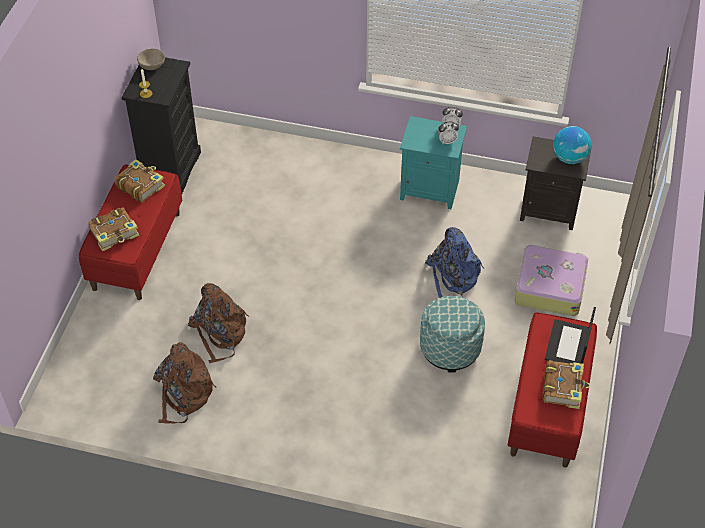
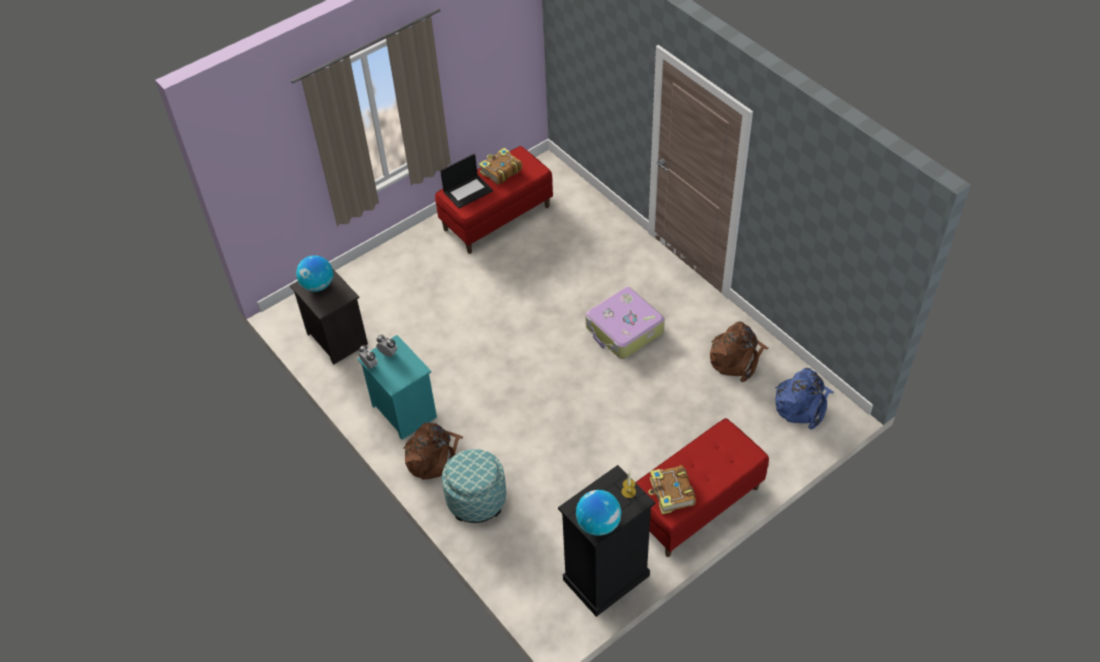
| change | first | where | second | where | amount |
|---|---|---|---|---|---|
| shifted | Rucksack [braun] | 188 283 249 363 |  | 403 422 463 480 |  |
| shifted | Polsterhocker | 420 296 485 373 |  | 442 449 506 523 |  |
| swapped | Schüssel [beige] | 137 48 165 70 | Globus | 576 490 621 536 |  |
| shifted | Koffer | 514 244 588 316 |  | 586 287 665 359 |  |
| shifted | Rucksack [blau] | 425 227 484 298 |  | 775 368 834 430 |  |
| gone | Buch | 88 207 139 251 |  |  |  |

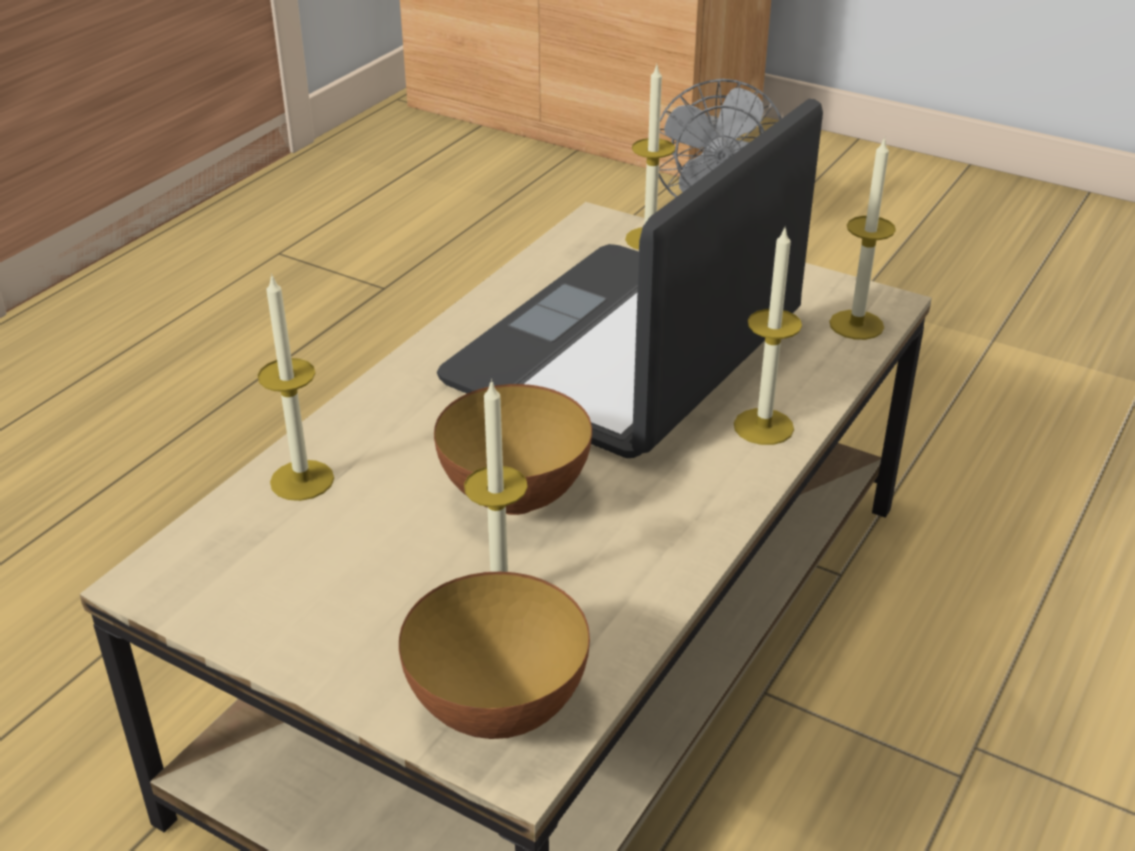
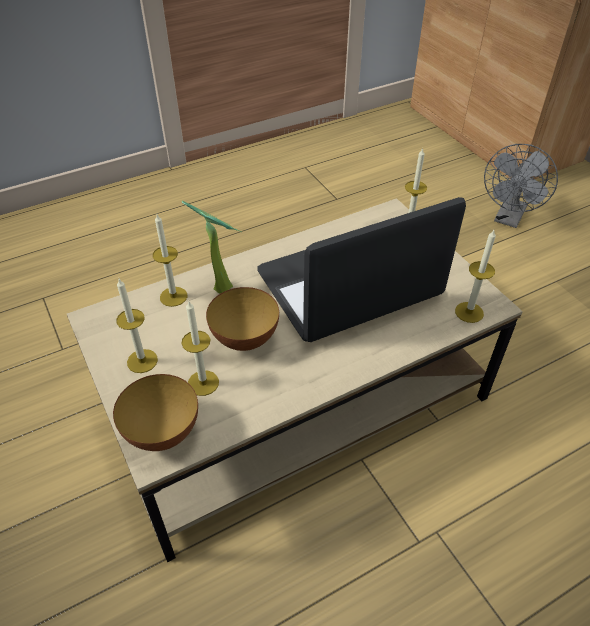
| change | first | where | second | where | amount |
|---|---|---|---|---|---|
| shifted | Kerze | 734 228 802 445 |  | 116 279 158 373 |  |
| new |  |  | Topfpflanze | 181 201 241 294 |  |

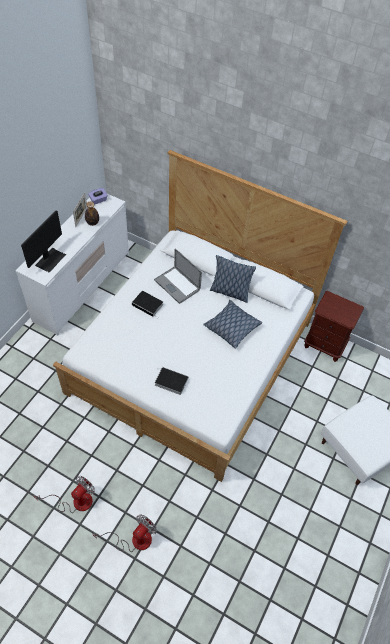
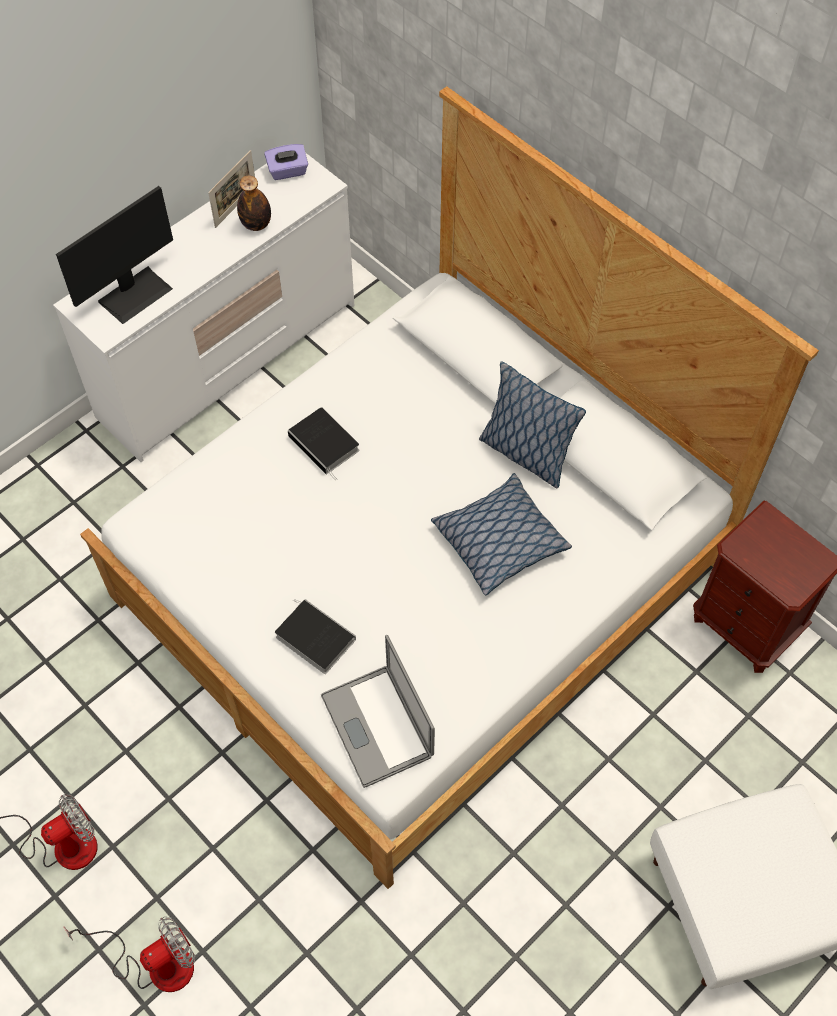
| change | first | where | second | where | amount |
|---|---|---|---|---|---|
| shifted | Laptop | 154 248 202 304 |  | 321 635 435 788 |  |

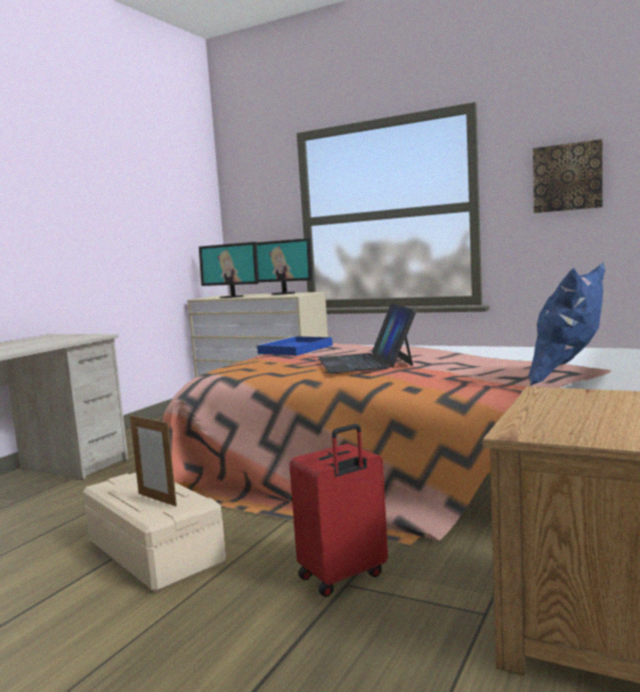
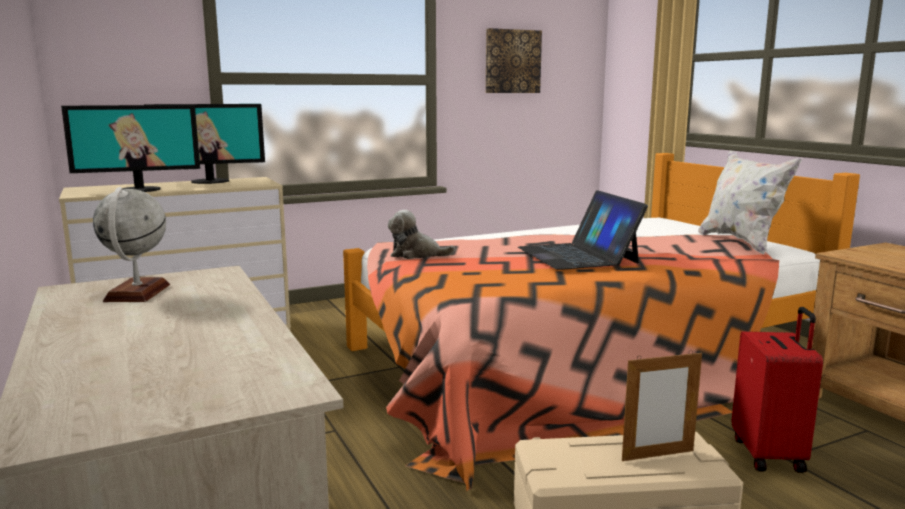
| change | first | where | second | where | amount |
|---|---|---|---|---|---|
| new |  |  | Globus | 93 187 170 302 |  |
| swapped | Tablett [blau] | 256 336 333 356 | Plüschtier | 388 210 455 259 |  |
| rotated | Laptop | 318 303 416 373 |  | 518 190 648 270 | 45 degrees clockwise |
| repainted | Kissen [blau] | 529 263 605 386 | Kissen [weiß] | 698 150 802 254 |  |

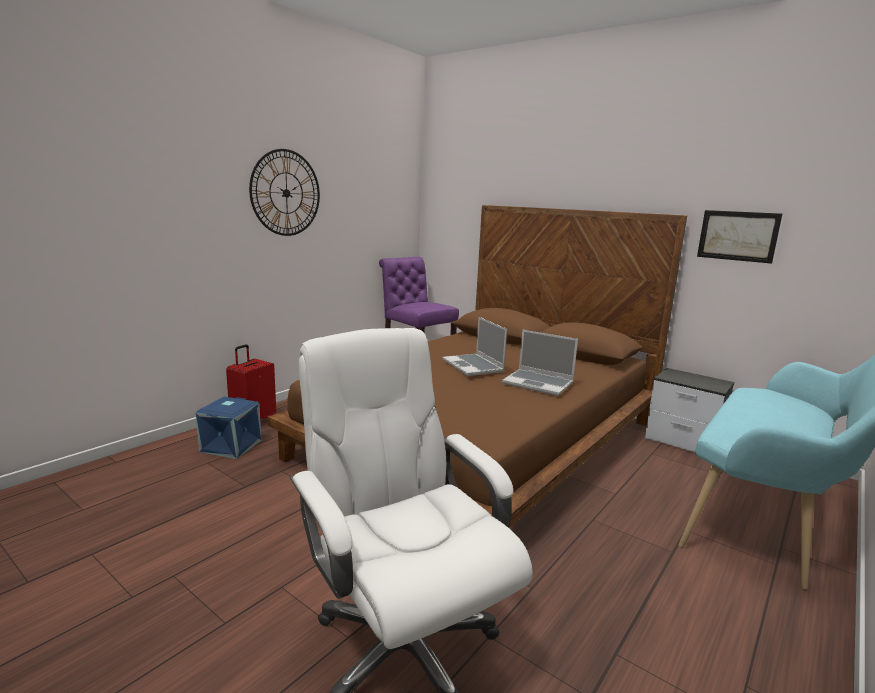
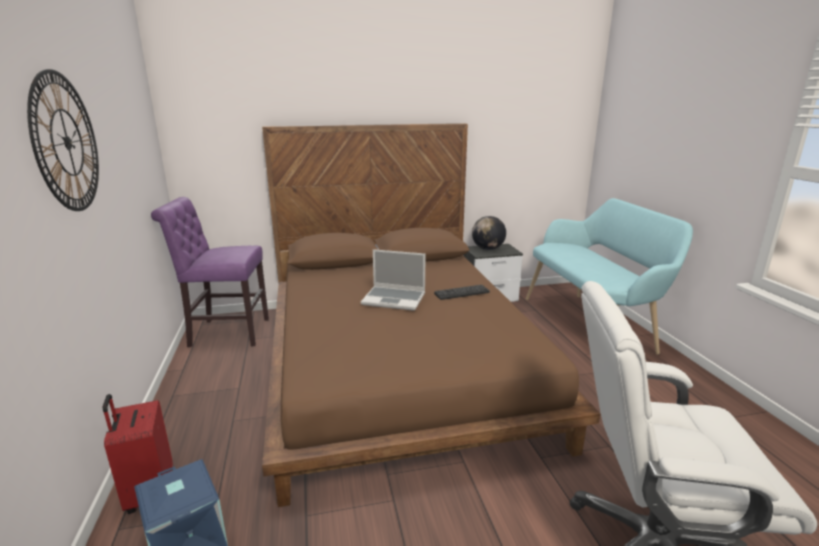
| change | first | where | second | where | amount |
|---|---|---|---|---|---|
| swapped | Laptop | 502 330 578 396 | Tastatur | 434 284 490 300 |  |
| new |  |  | Globus | 472 216 506 250 |  |
| gone | Bild | 697 210 782 264 |  |  |  |

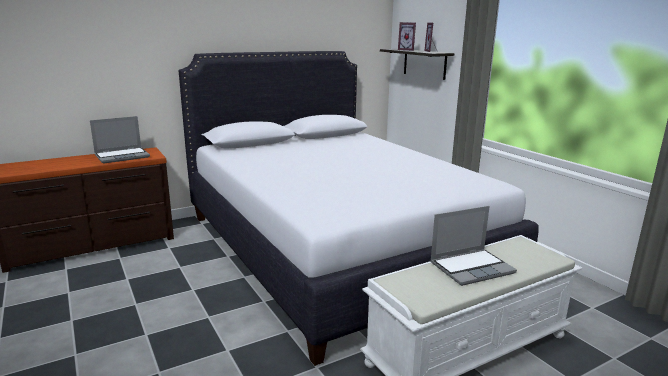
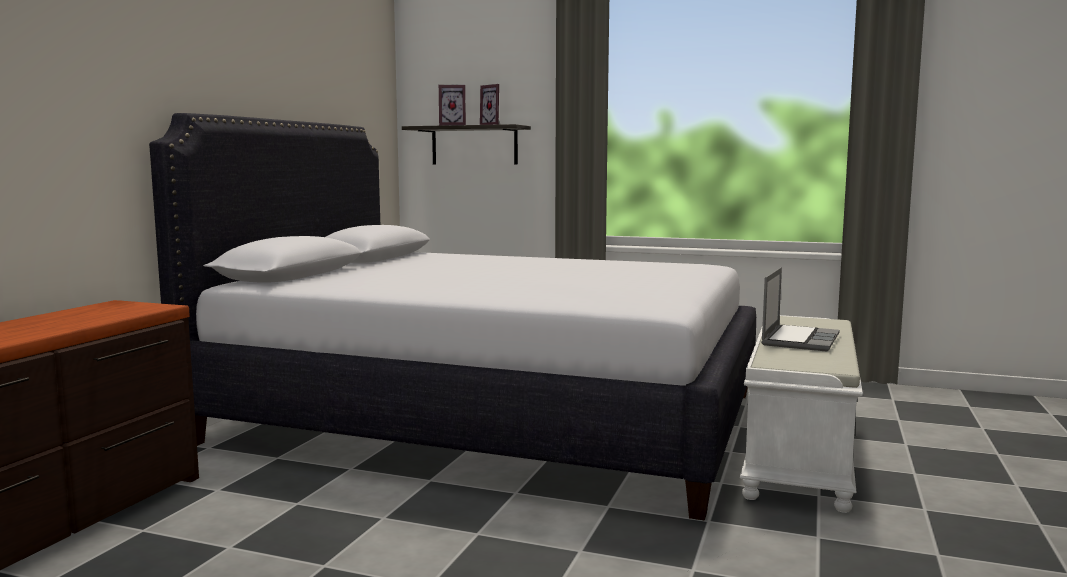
| change | first | where | second | where | amount |
|---|---|---|---|---|---|
| gone | Laptop | 90 116 150 164 |  |  |  |

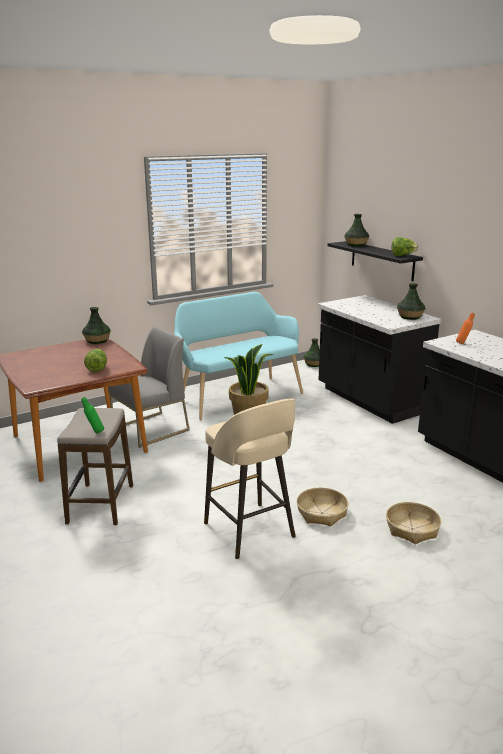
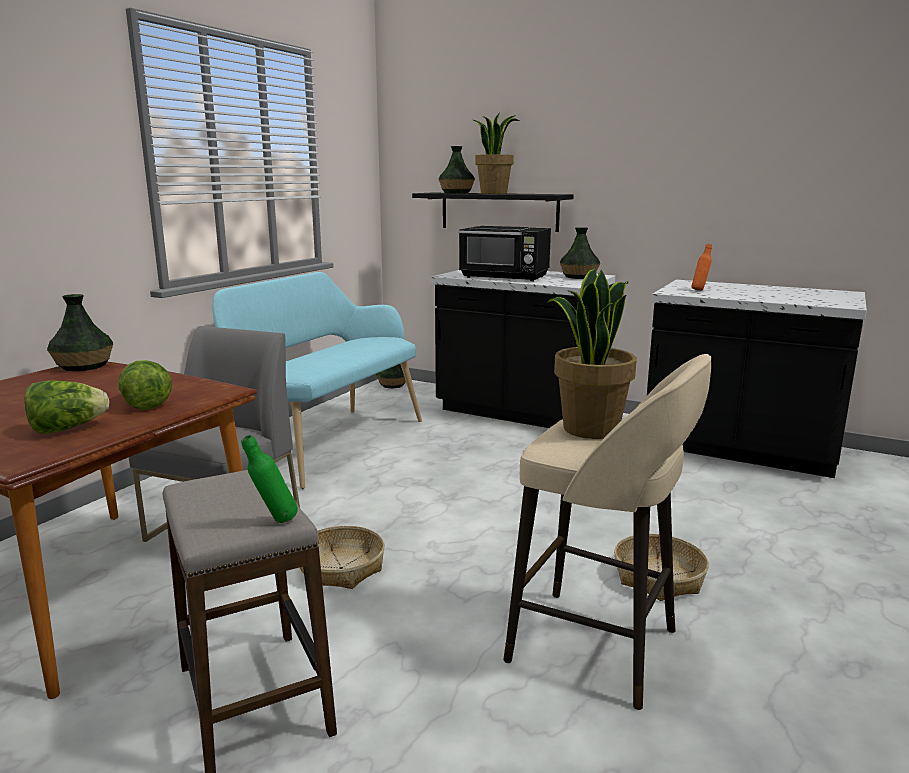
| change | first | where | second | where | amount |
|---|---|---|---|---|---|
| shifted | Salatkopf | 392 237 418 256 |  | 25 380 109 434 |  |
| shifted | Korb | 386 502 441 544 |  | 299 526 385 589 |  |
| new |  |  | Mikrowelle [schwarz] | 459 226 551 281 |  |
| new |  |  | Topfpflanze | 473 113 520 194 |  |

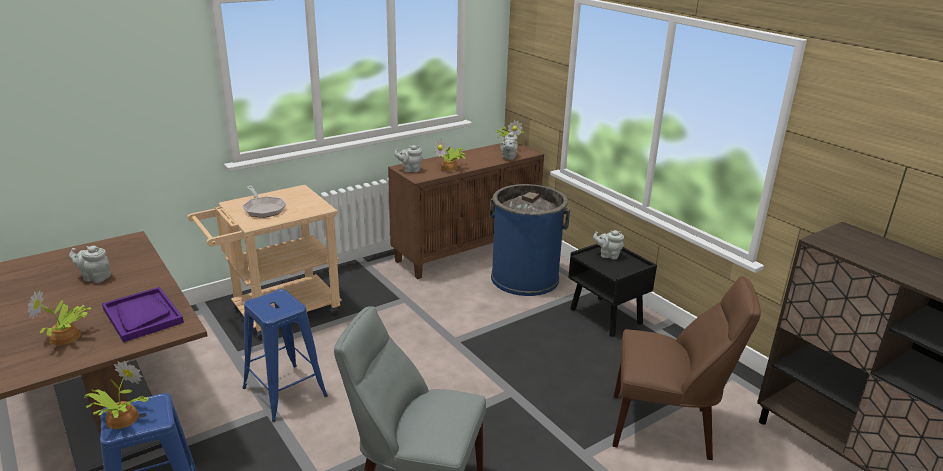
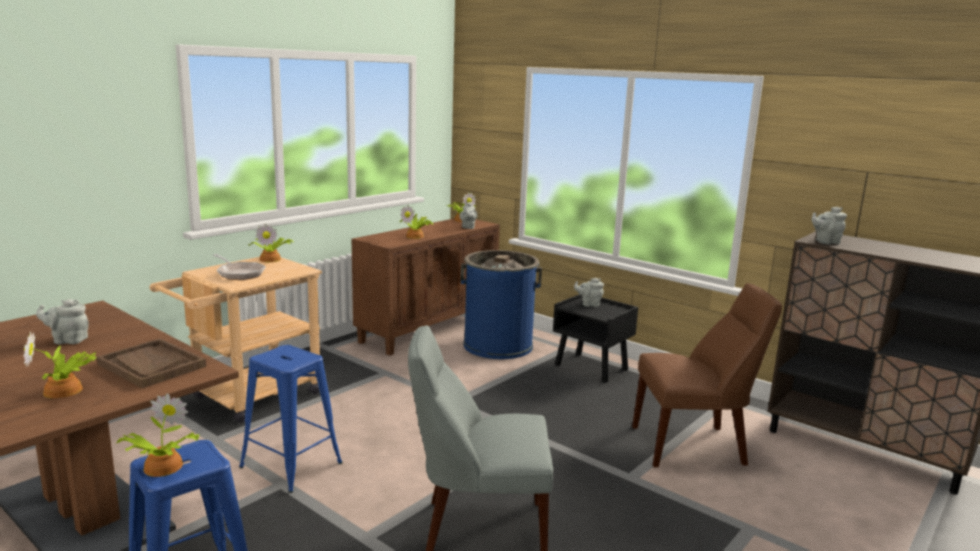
| change | first | where | second | where | amount |
|---|---|---|---|---|---|
| repainted | Tablett [lila] | 102 287 184 342 | Tablett [braun] | 97 339 206 388 |  |
| new |  |  | Topfpflanze | 249 224 293 262 |  |
| shifted | Teekanne [grau] | 394 145 423 173 |  | 812 207 847 244 |  |

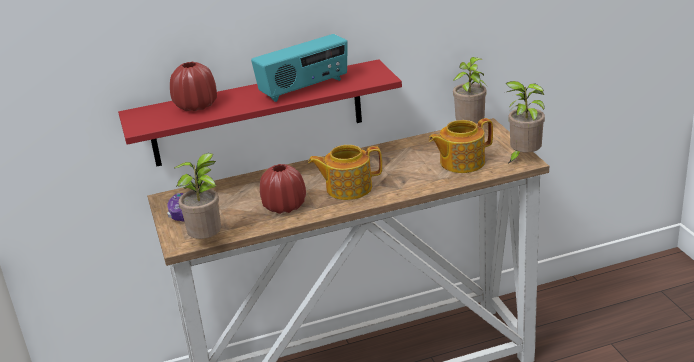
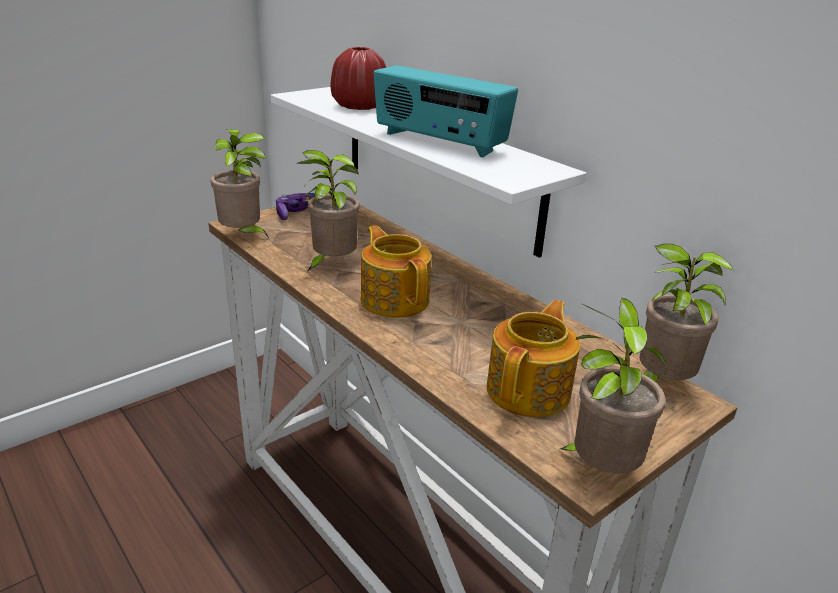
| change | first | where | second | where | amount |
|---|---|---|---|---|---|
| repainted | Wandregal [rot] | 118 59 402 167 | Wandregal [weiß] | 271 87 586 258 |  |
| swapped | Vase [rot] | 260 164 306 214 | Topfpflanze | 298 150 360 271 |  |
| rotated | Teekanne | 429 118 493 173 |  | 486 300 580 418 | 75 degrees clockwise |

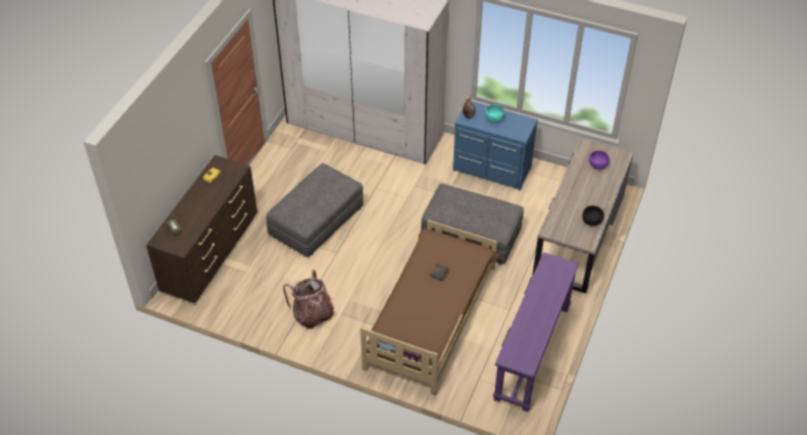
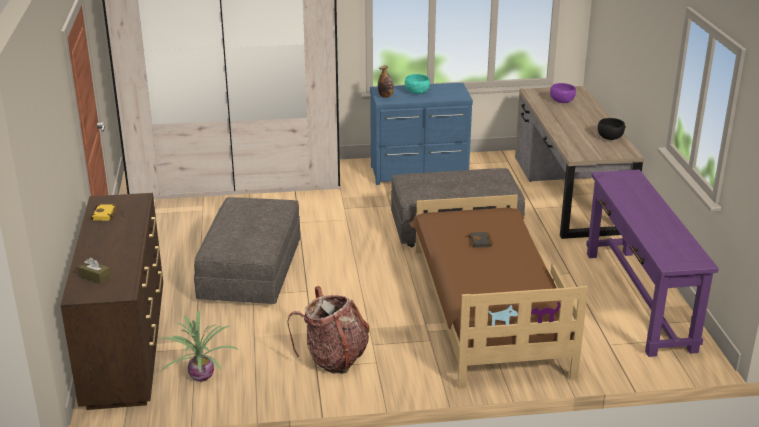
| change | first | where | second | where | amount |
|---|---|---|---|---|---|
| new |  |  | Topfpflanze | 160 310 239 382 |  |

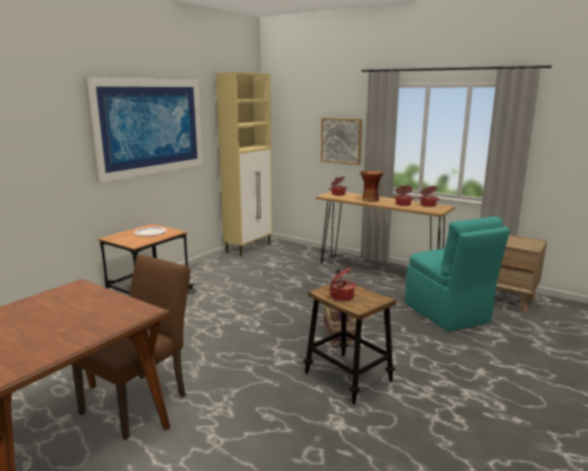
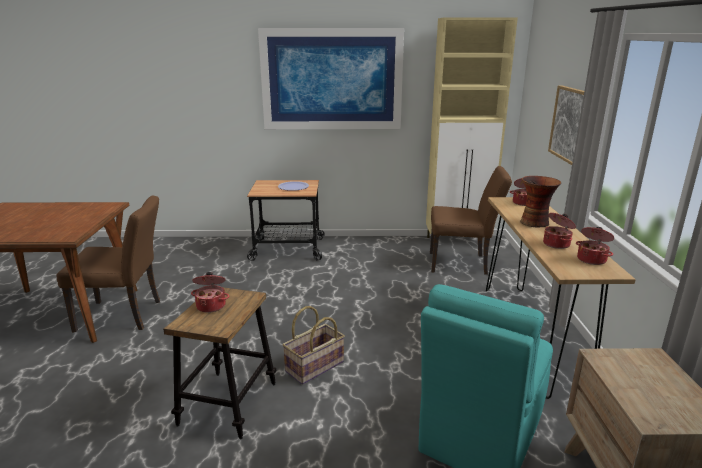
| change | first | where | second | where | amount |
|---|---|---|---|---|---|
| new |  |  | Stuhl [braun] | 430 166 512 275 |  |

